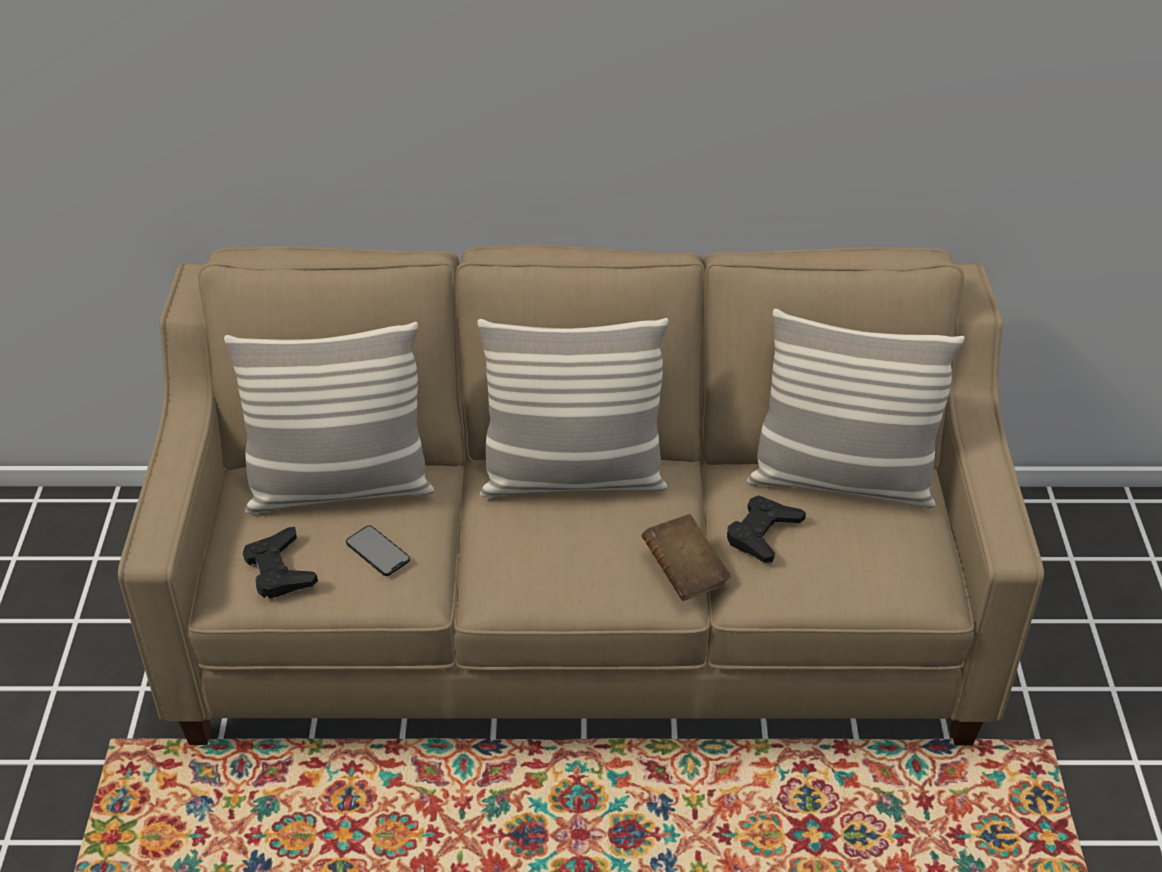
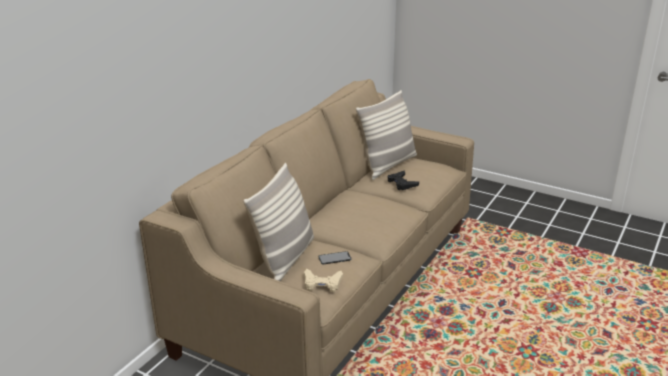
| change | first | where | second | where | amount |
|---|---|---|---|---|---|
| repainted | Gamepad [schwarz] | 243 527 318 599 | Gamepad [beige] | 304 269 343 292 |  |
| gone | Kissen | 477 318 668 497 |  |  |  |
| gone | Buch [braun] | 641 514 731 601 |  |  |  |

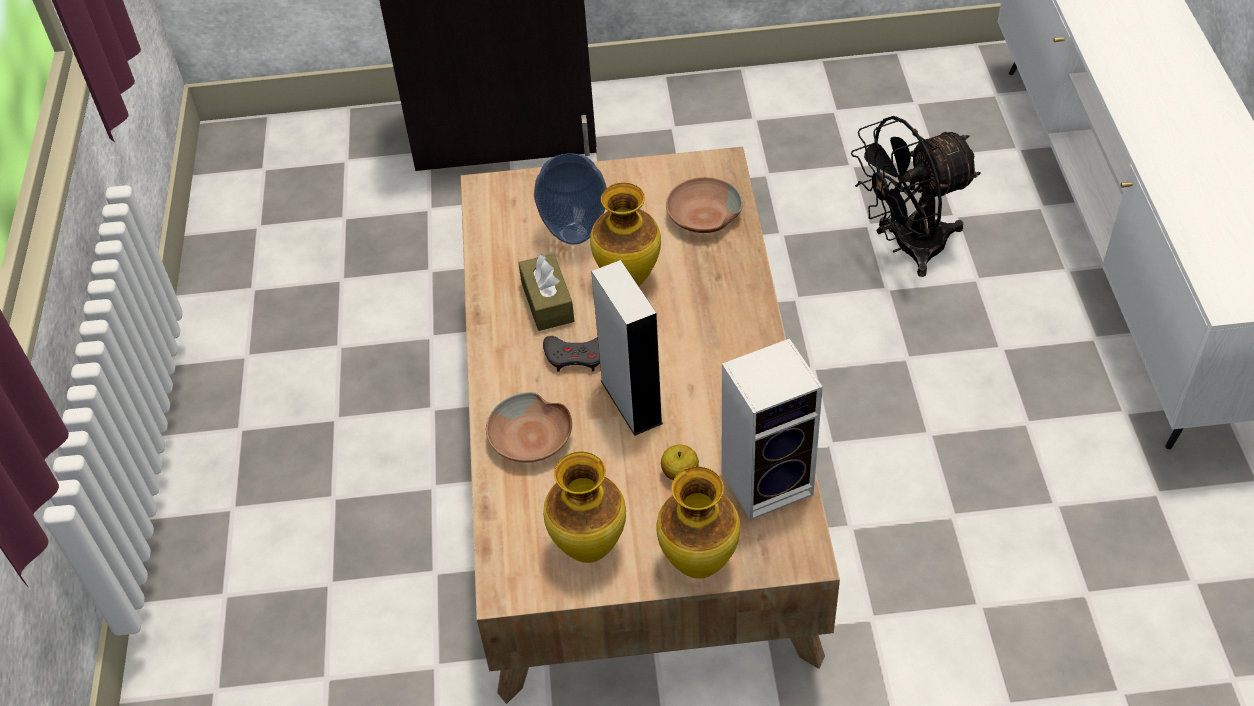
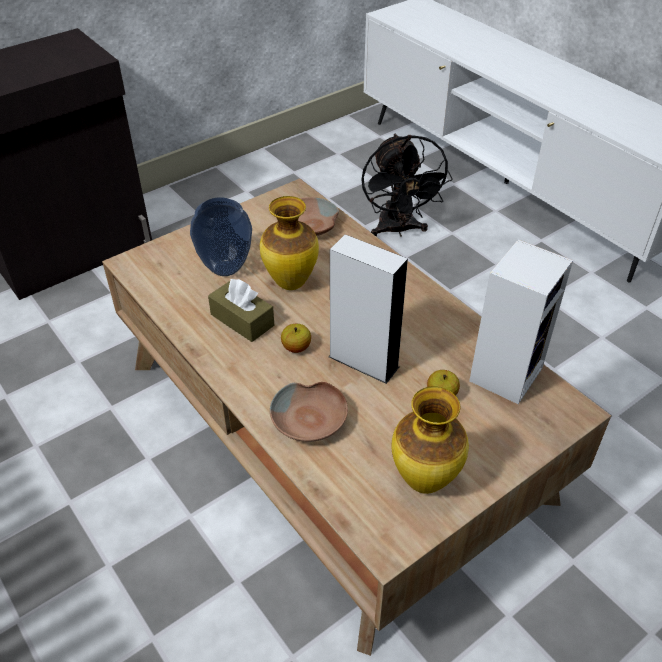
| change | first | where | second | where | amount |
|---|---|---|---|---|---|
| swapped | Gamepad [grau] | 543 336 600 372 | Apfel | 281 324 311 353 |  |
| rotated | Ventilator [schwarz] | 851 116 981 277 |  | 361 133 453 237 | 45 degrees counterclockwise |
| gone | Vase | 657 467 740 579 |  |  |  |

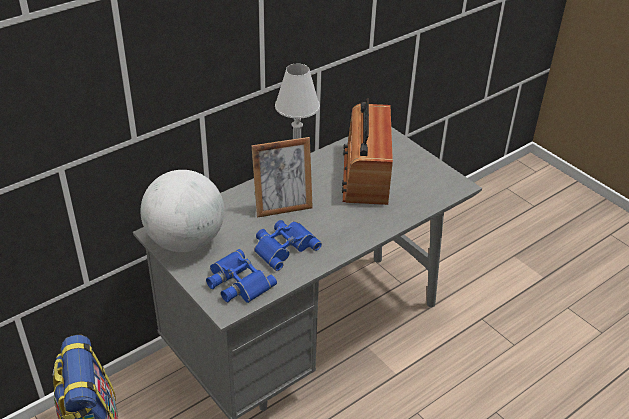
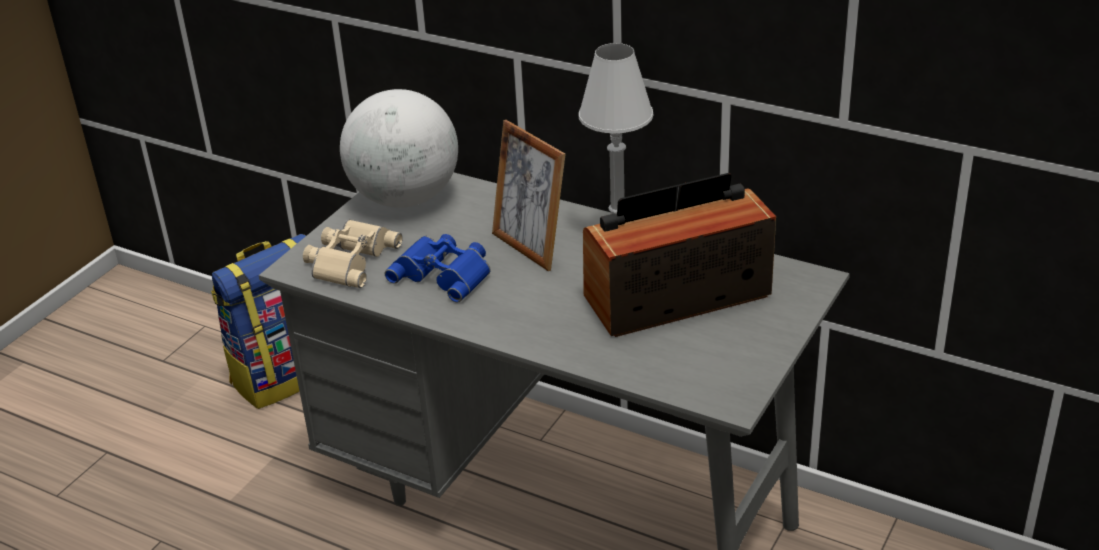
| change | first | where | second | where | amount |
|---|---|---|---|---|---|
| repainted | Fernglas [blau] | 206 249 277 303 | Fernglas [beige] | 303 219 402 288 |  |

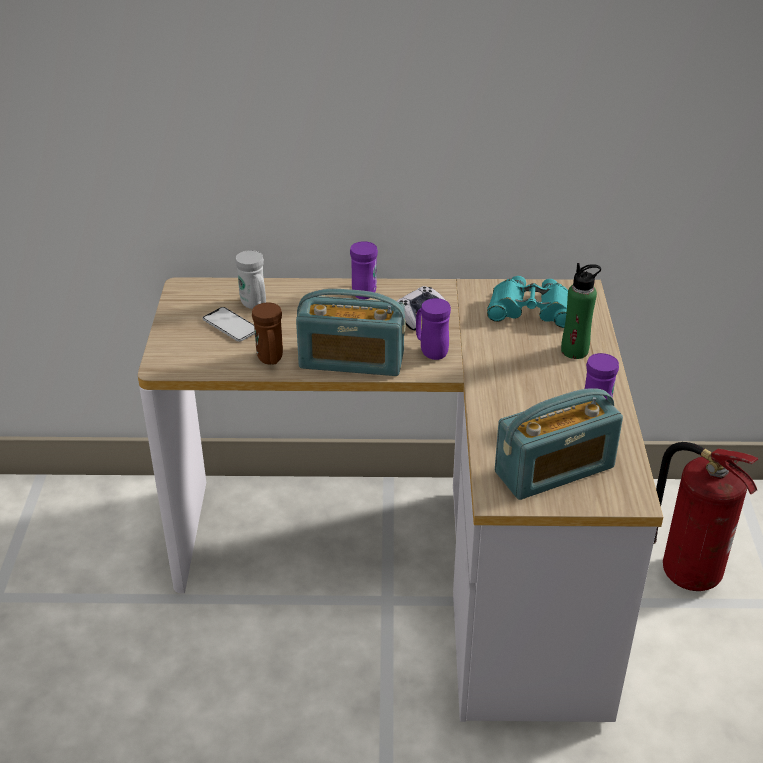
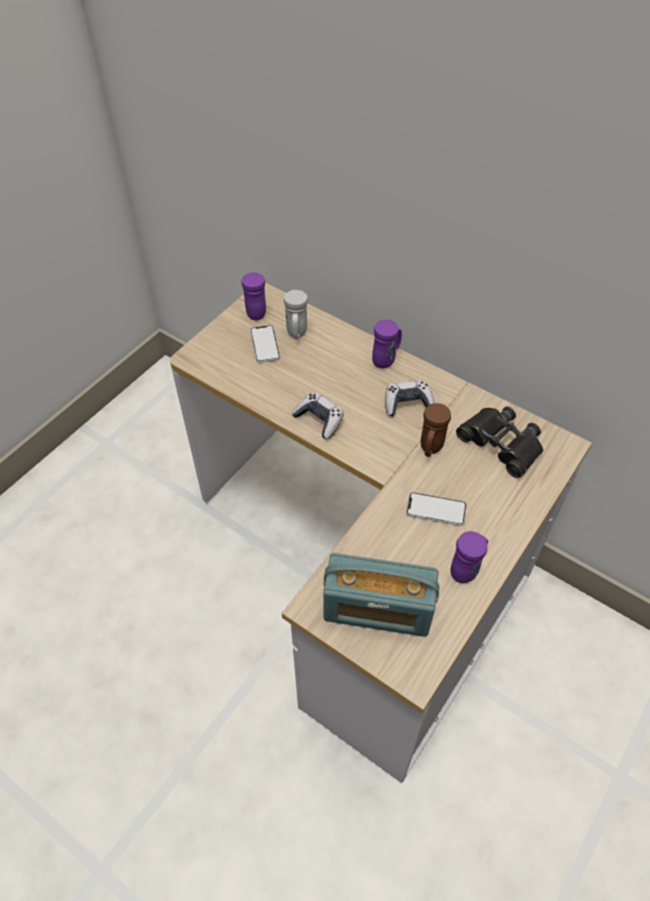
| change | first | where | second | where | amount |
|---|---|---|---|---|---|
| shifted | Henkelbecher [lila] | 416 298 451 360 |  | 242 272 266 320 |  |
| swapped | Radio | 296 289 406 376 | Gamepad | 292 392 344 439 |  |
| new |  |  | Handy | 406 492 467 526 |  |
| shifted | Henkelbecher [braun] | 252 303 283 364 |  | 421 403 451 457 |  |
| repainted | Fernglas [türkis] | 487 276 568 328 | Fernglas [schwarz] | 456 407 543 478 |  |
| gone | Flasche [grün] | 561 263 601 359 |  |  |  |
| gone | Feuerlöscher | 654 442 758 591 |  |  |  |

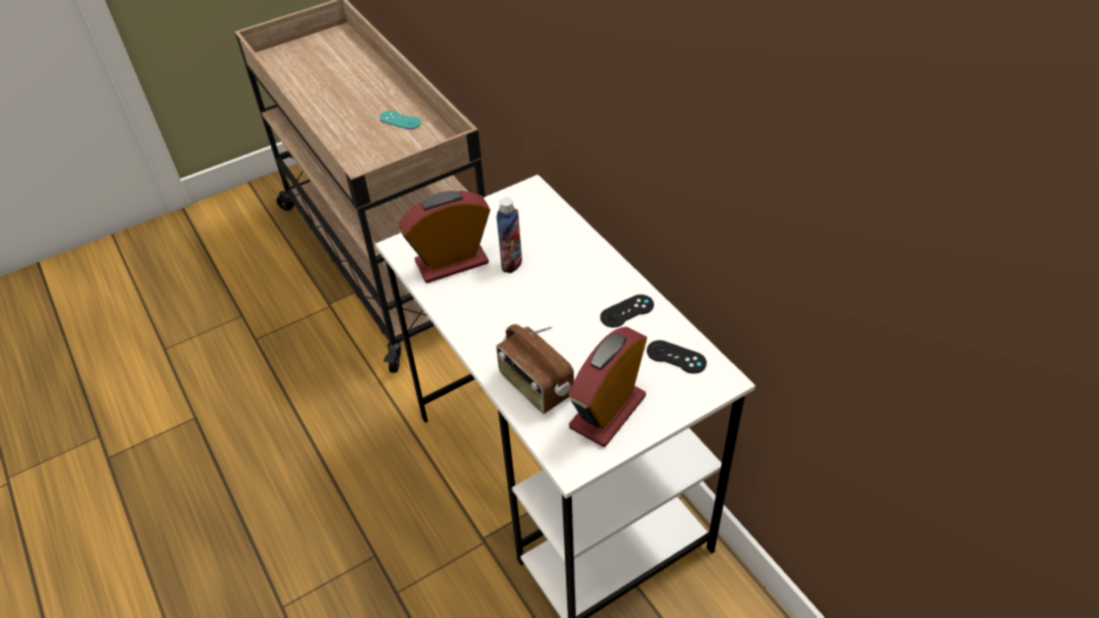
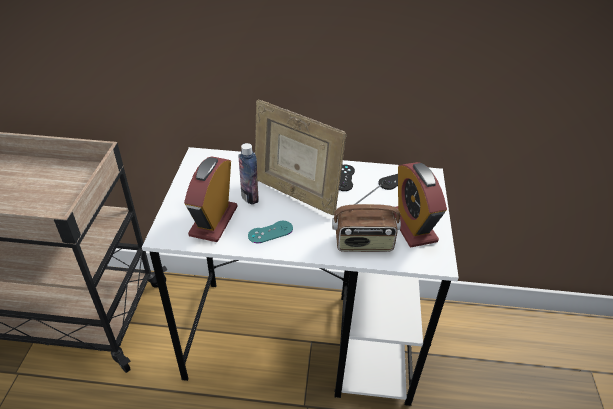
| change | first | where | second | where | amount |
|---|---|---|---|---|---|
| shifted | Gamepad [türkis] | 380 111 421 129 |  | 248 221 293 243 |  |
| new |  |  | Bilderrahmen | 255 100 347 215 |  |

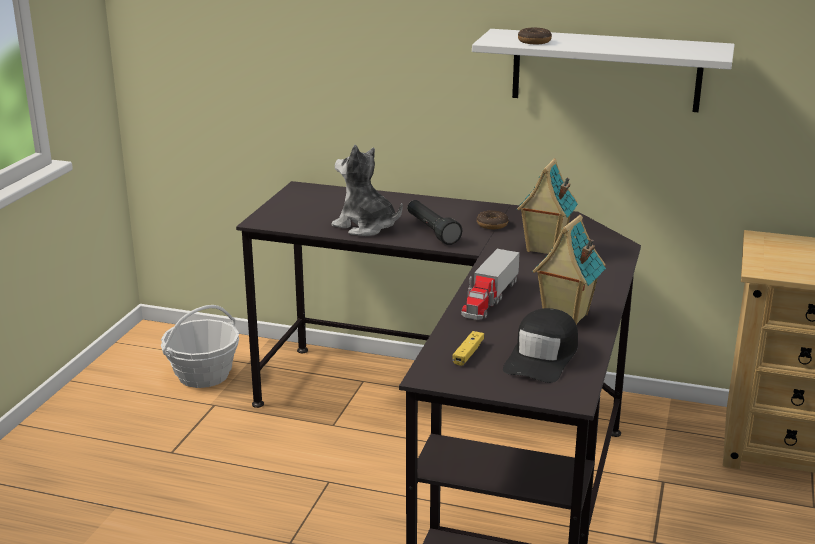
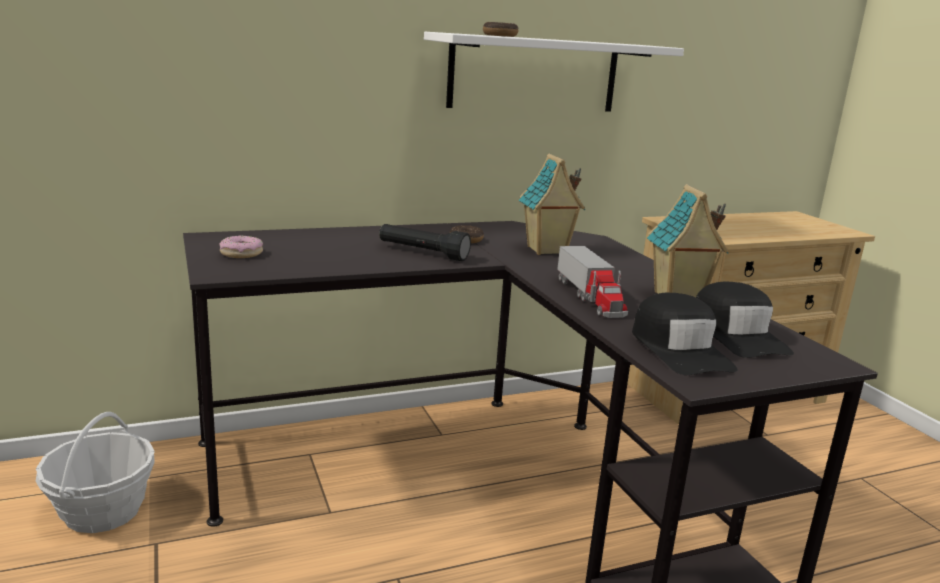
| change | first | where | second | where | amount |
|---|---|---|---|---|---|
| new |  |  | Donut | 219 236 263 258 |  |
| swapped | Gamepad [gelb] | 453 331 484 366 | Kappe [schwarz] | 632 293 737 375 |  |
| gone | Plüschtier | 331 145 403 236 |  |  |  |

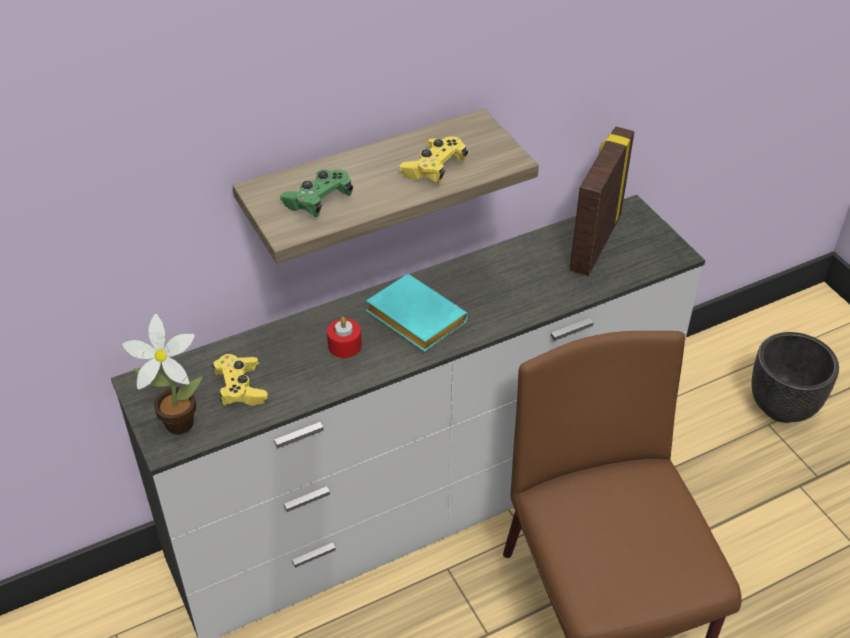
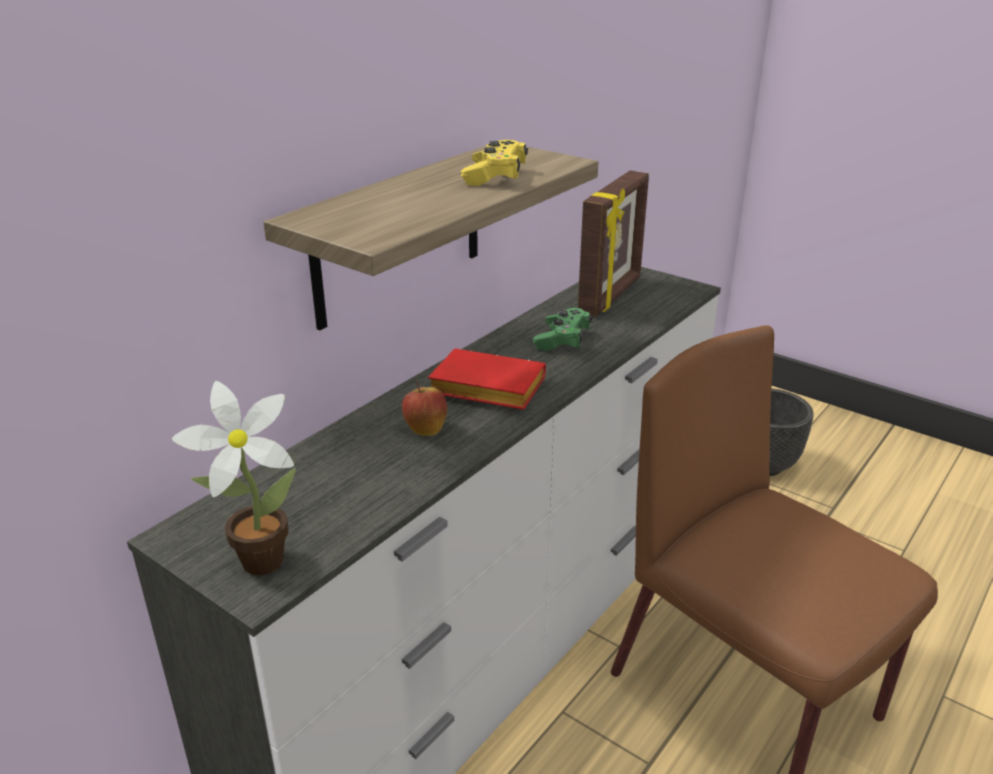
| change | first | where | second | where | amount |
|---|---|---|---|---|---|
| swapped | Kerze [rot] | 327 317 362 358 | Apfel | 402 380 447 436 |  |
| repainted | Buch [türkis] | 366 274 468 352 | Buch [rot] | 428 349 546 410 |  |
| shifted | Gamepad [grün] | 280 169 353 217 |  | 533 308 592 351 |  |
| rotated | Bilderrahmen | 570 127 634 276 |  | 578 170 649 316 | 150 degrees counterclockwise |
| gone | Gamepad [gelb] | 212 354 268 406 |  |  |  |

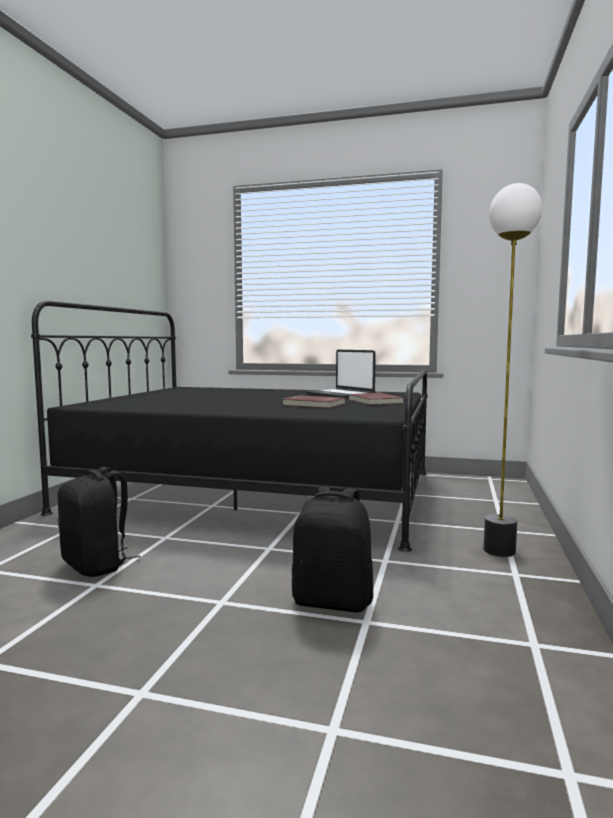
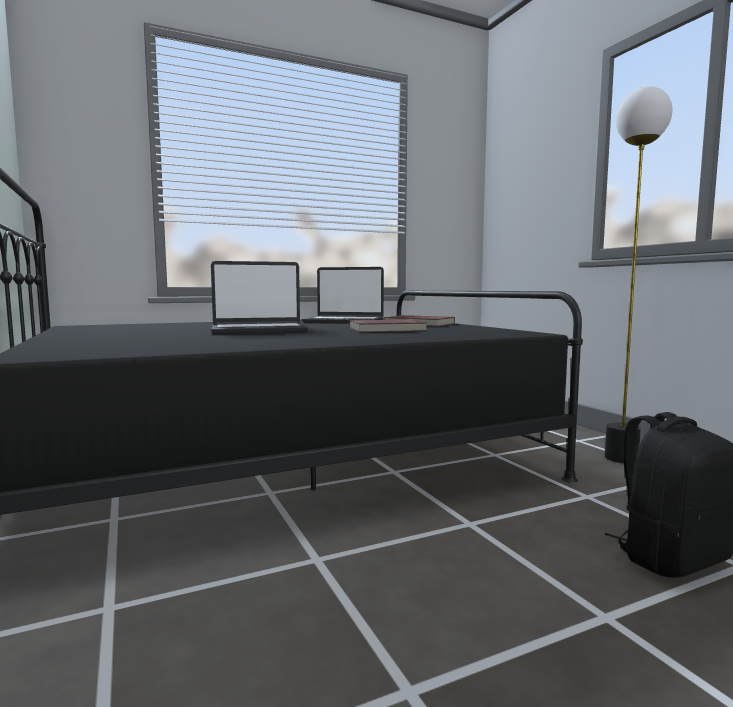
| change | first | where | second | where | amount |
|---|---|---|---|---|---|
| new |  |  | Laptop | 211 261 308 334 |  |
| gone | Rucksack [schwarz] | 58 467 141 577 |  |  |  |

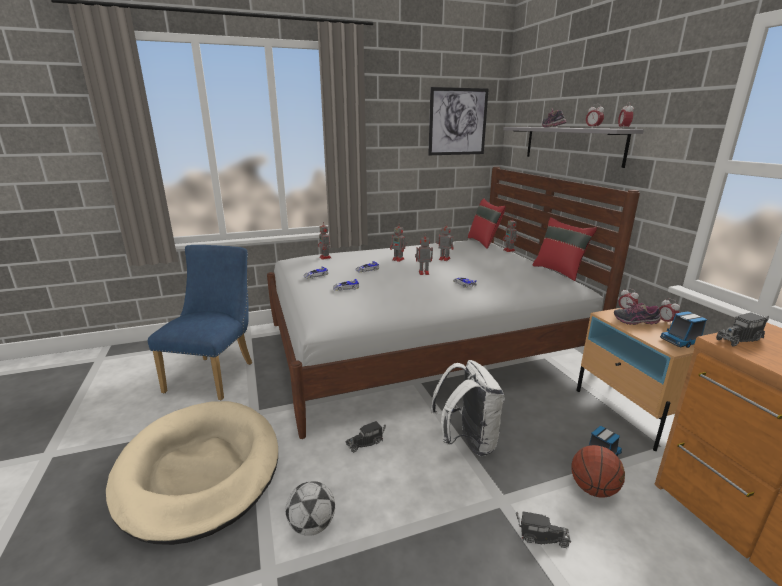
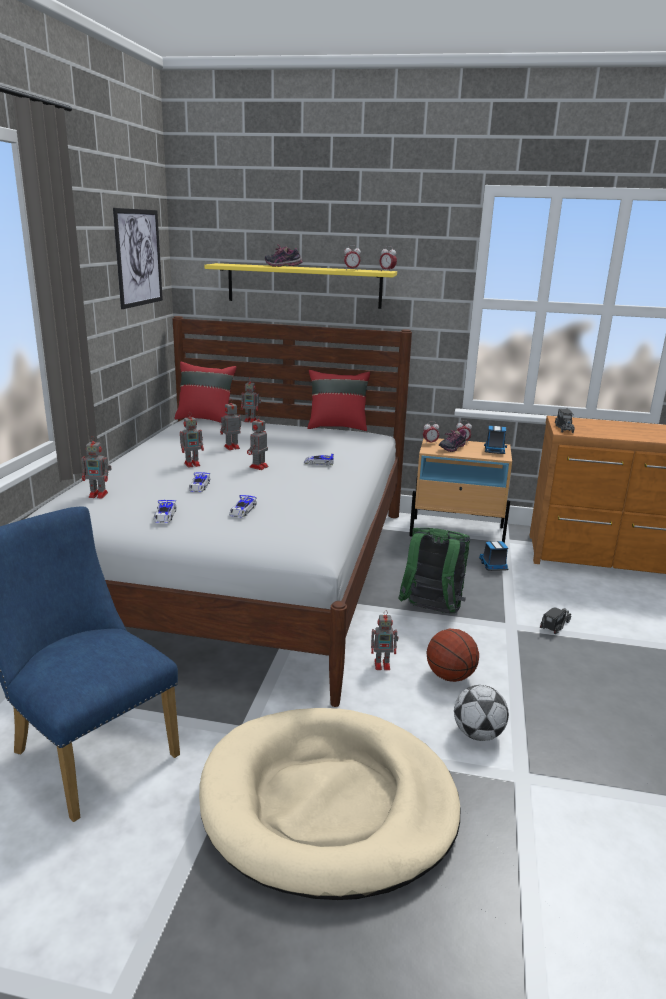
| change | first | where | second | where | amount |
|---|---|---|---|---|---|
| repainted | Wandregal [grau] | 503 127 644 168 | Wandregal [gelb] | 204 263 397 309 |  |
| swapped | Spielzeuglaster | 345 421 386 453 | Spielzeugroboter | 371 610 398 670 |  |
| repainted | Rucksack [weiß] | 430 360 505 456 | Rucksack [grün] | 398 528 470 613 |  |
| shifted | Basketball | 571 445 625 498 |  | 427 629 479 682 |  |

